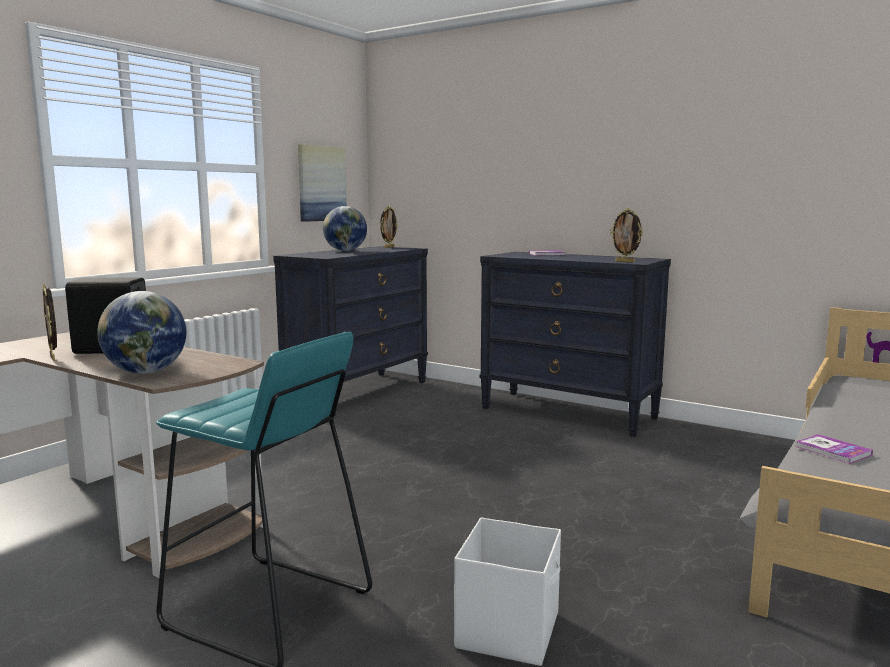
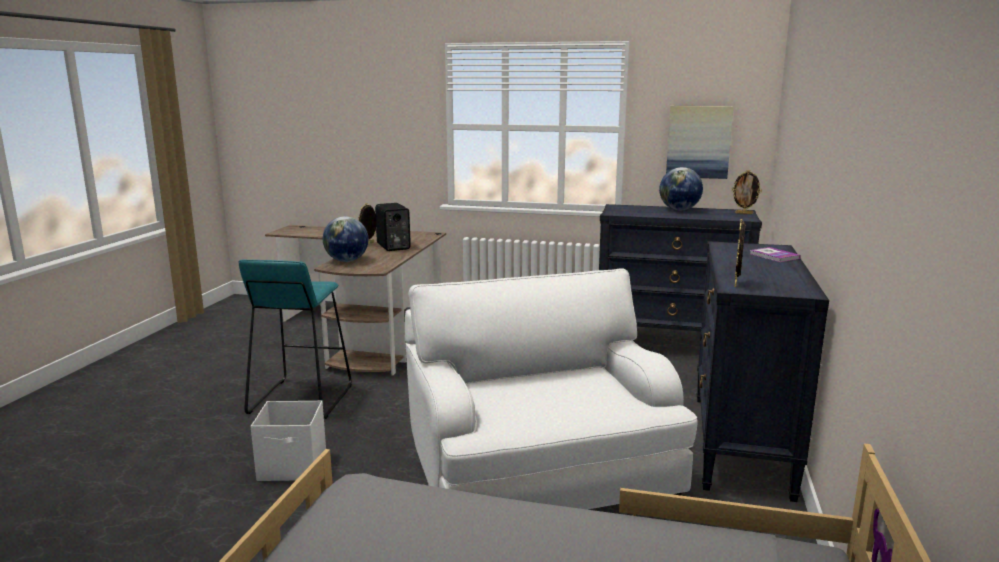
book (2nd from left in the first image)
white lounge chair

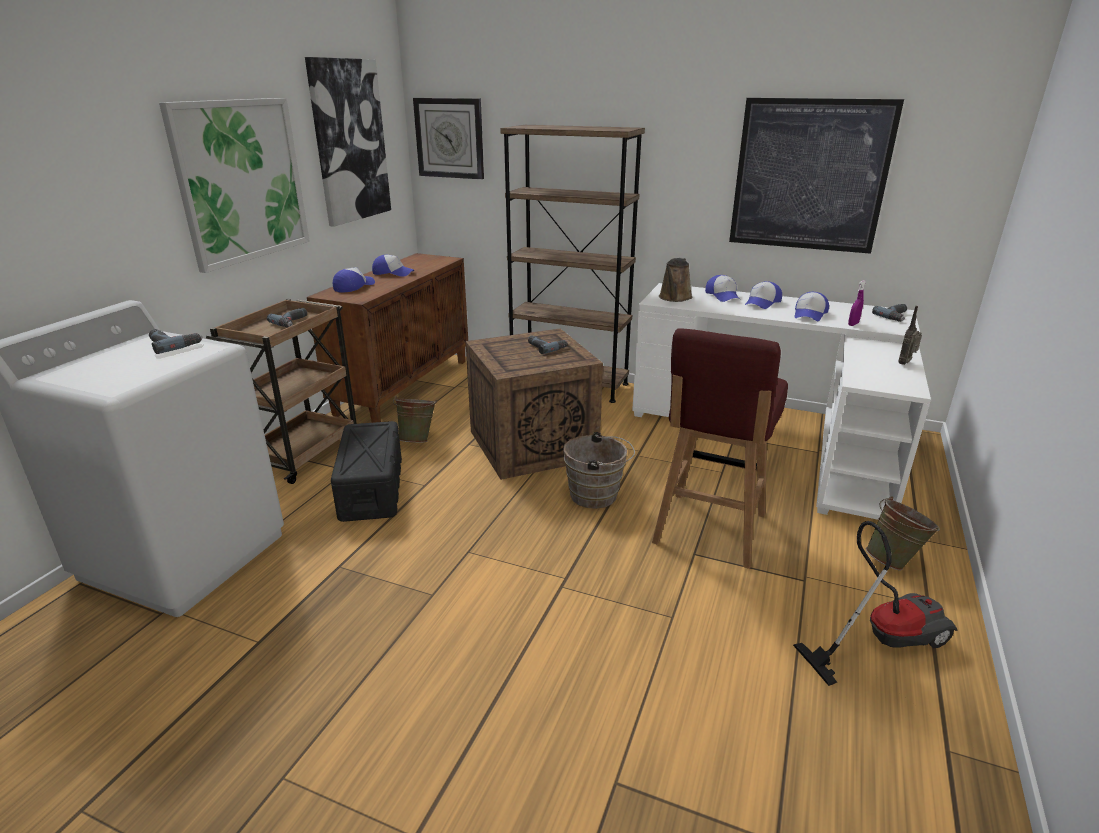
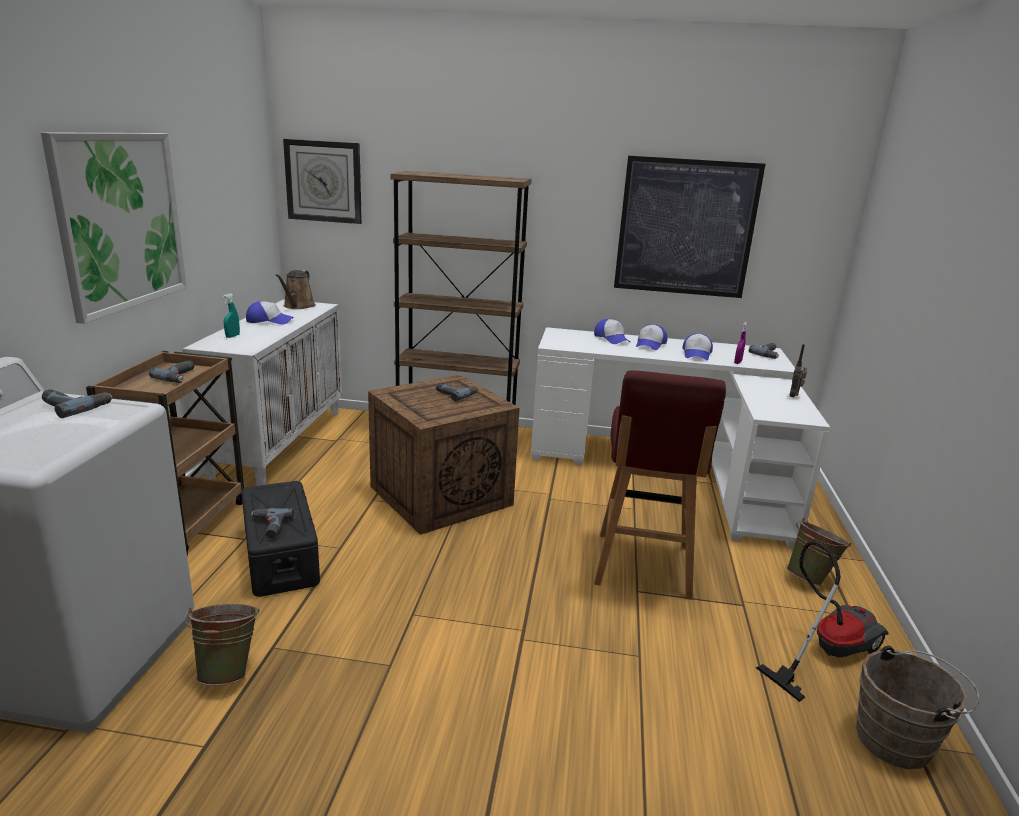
wall art (2nd from left in the first image)
white cabinet
turquoise-coloured sprayer
green water bucket (1st from left)
brownish water bucket
brownish watering can
power drill (3rd from left)

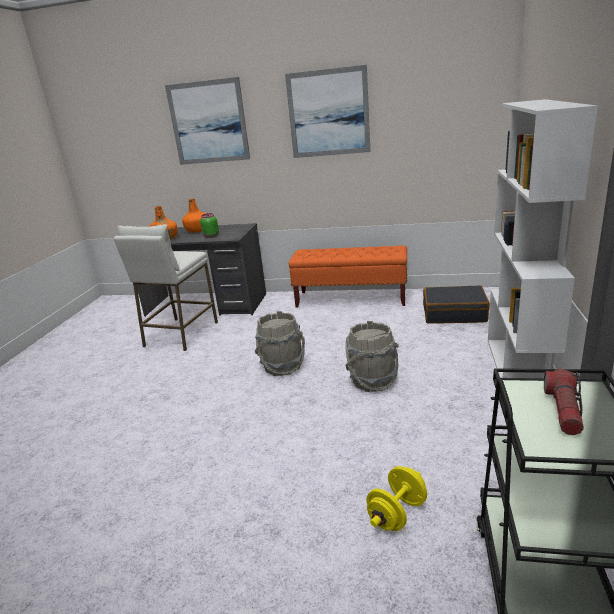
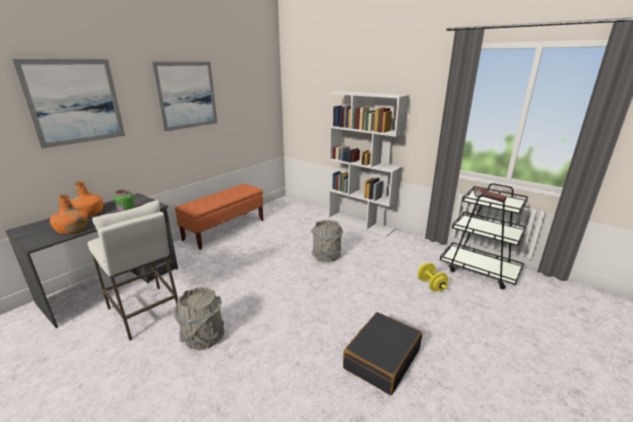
grey water bucket (1st from left)
black piece of luggage

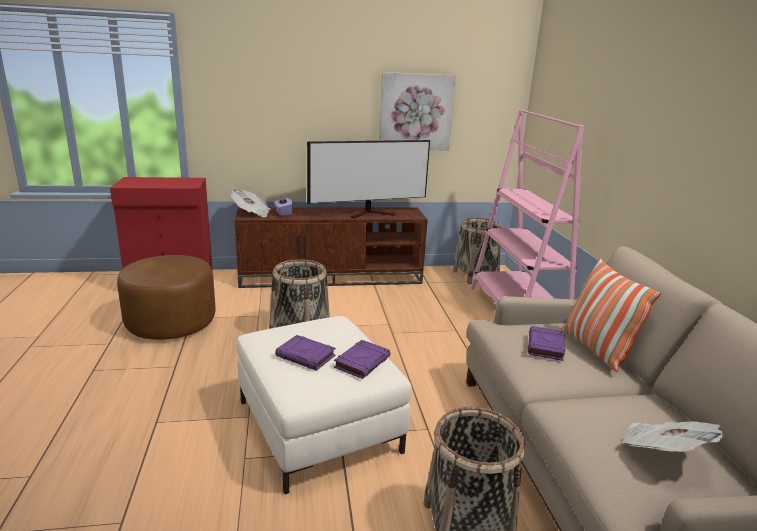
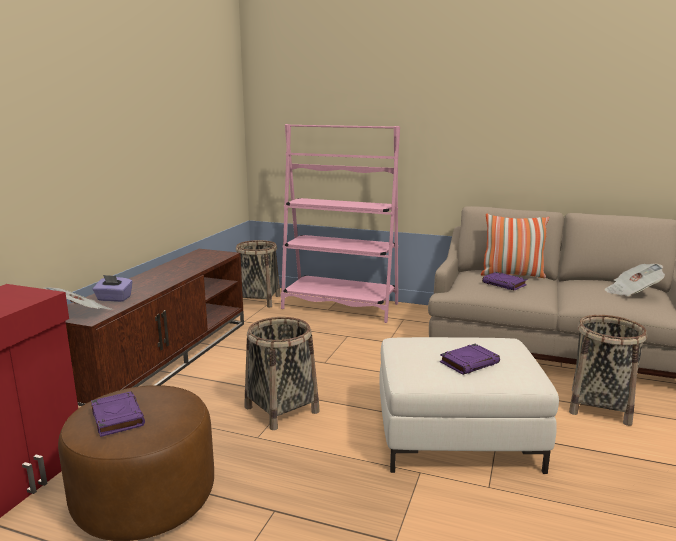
television
purplish book (1st from left)
wall art

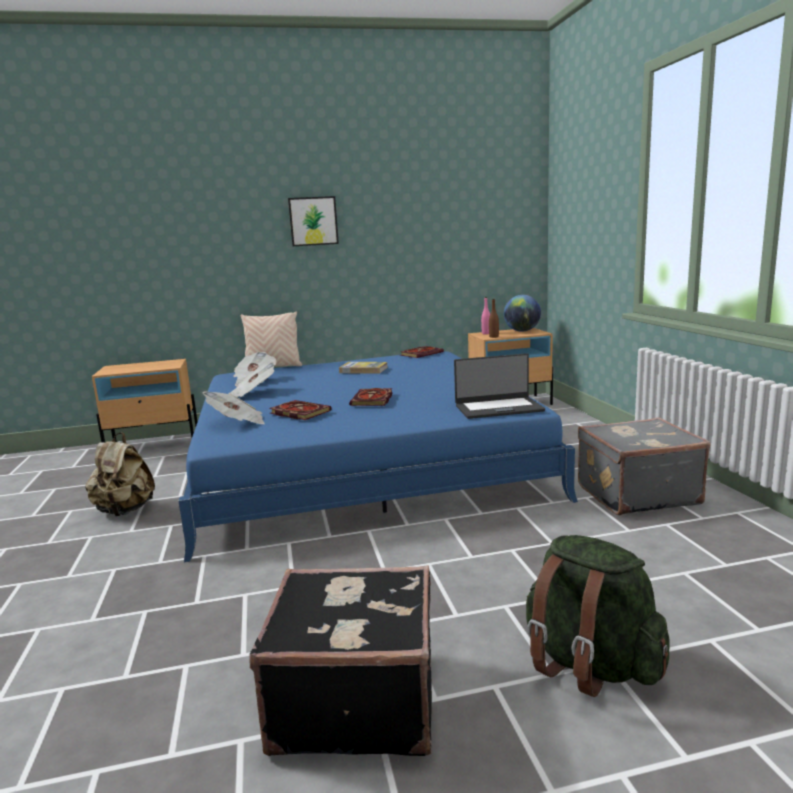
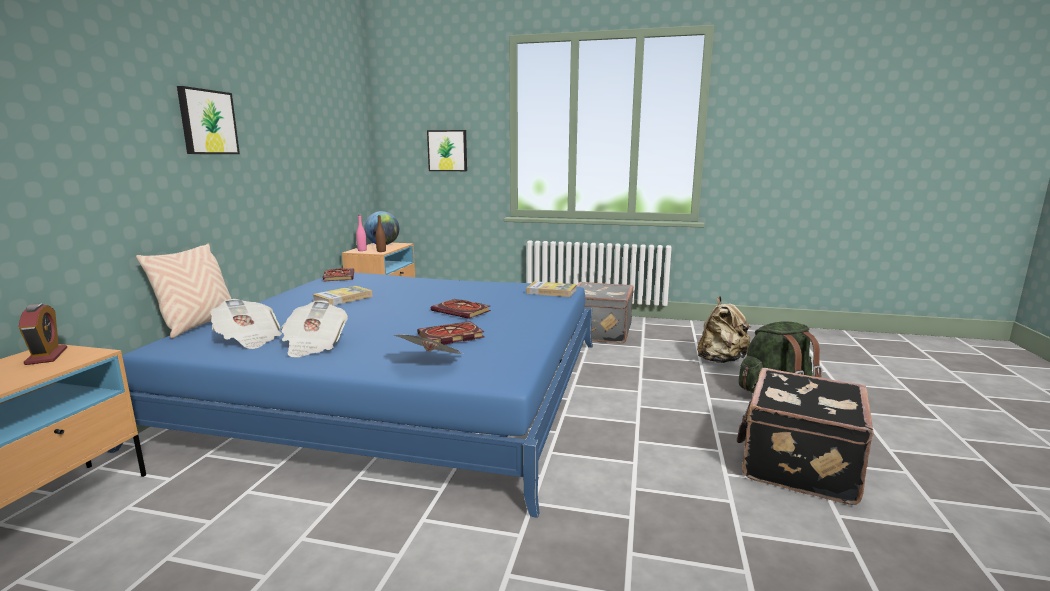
sand-coloured rucksack
book (5th from left)
table clock
wall art (2nd from left)

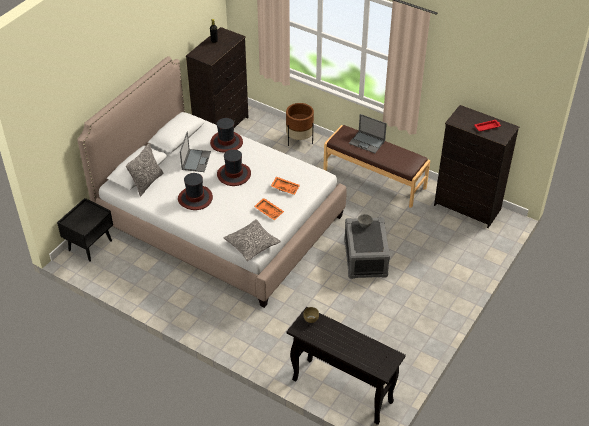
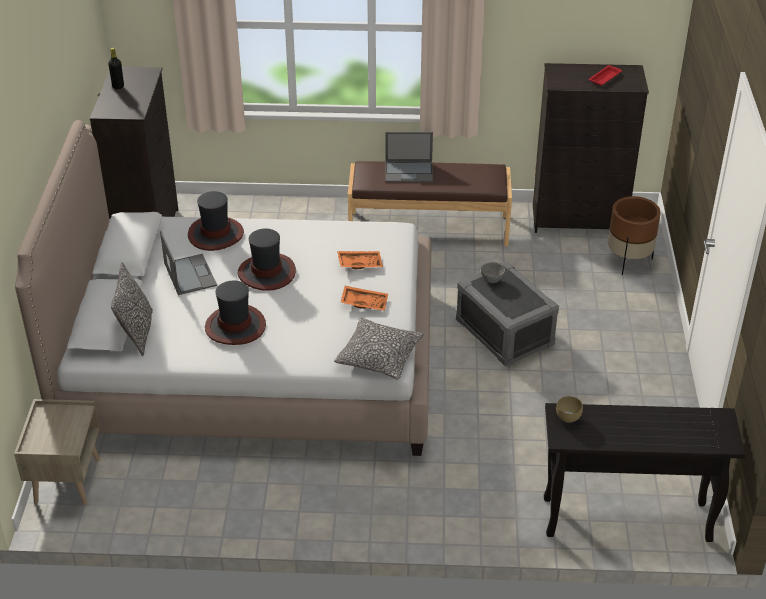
sand-coloured night table
brownish flower pot

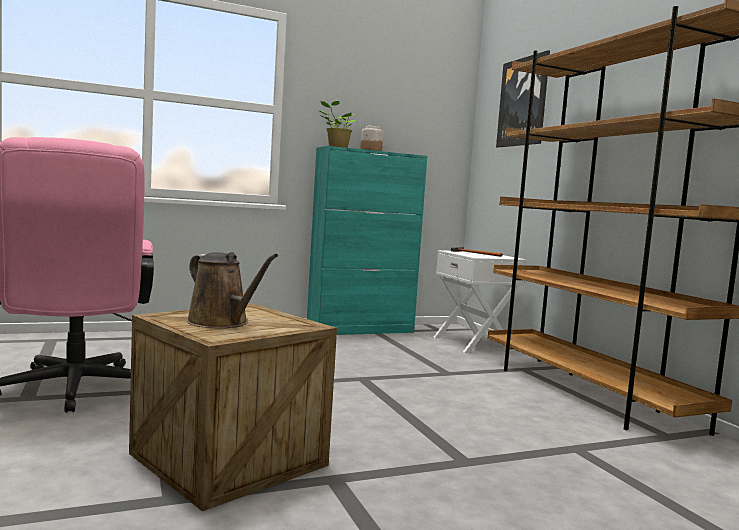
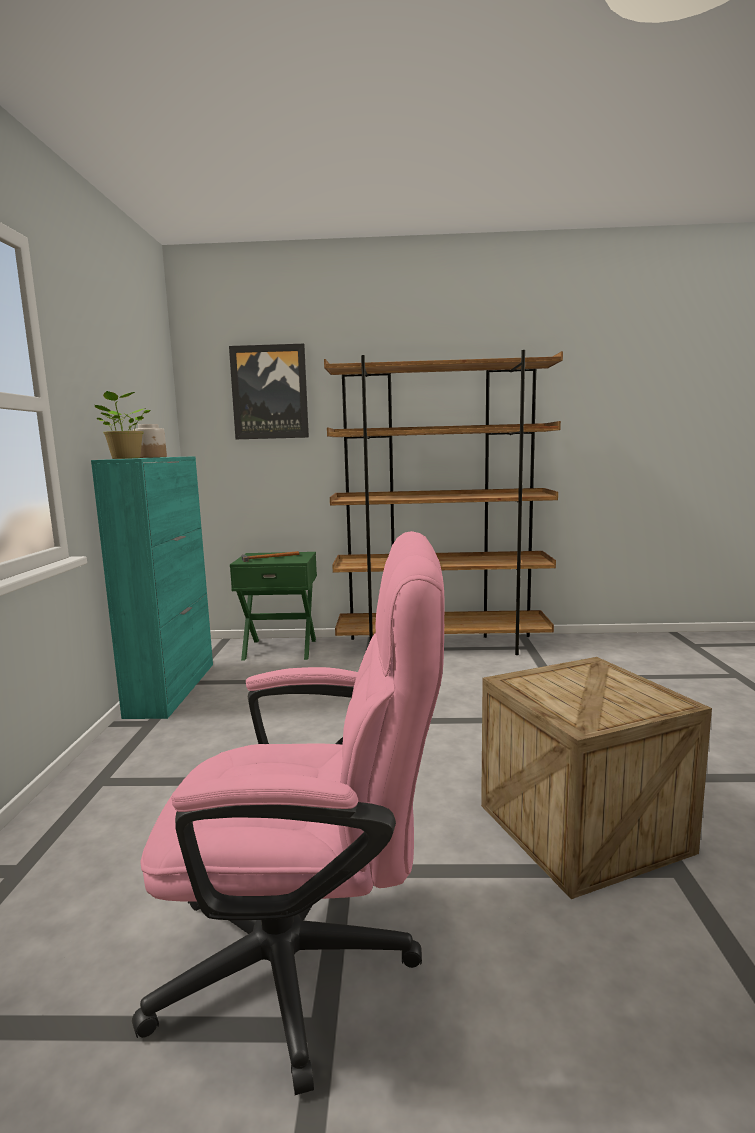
brownish watering can
green night table

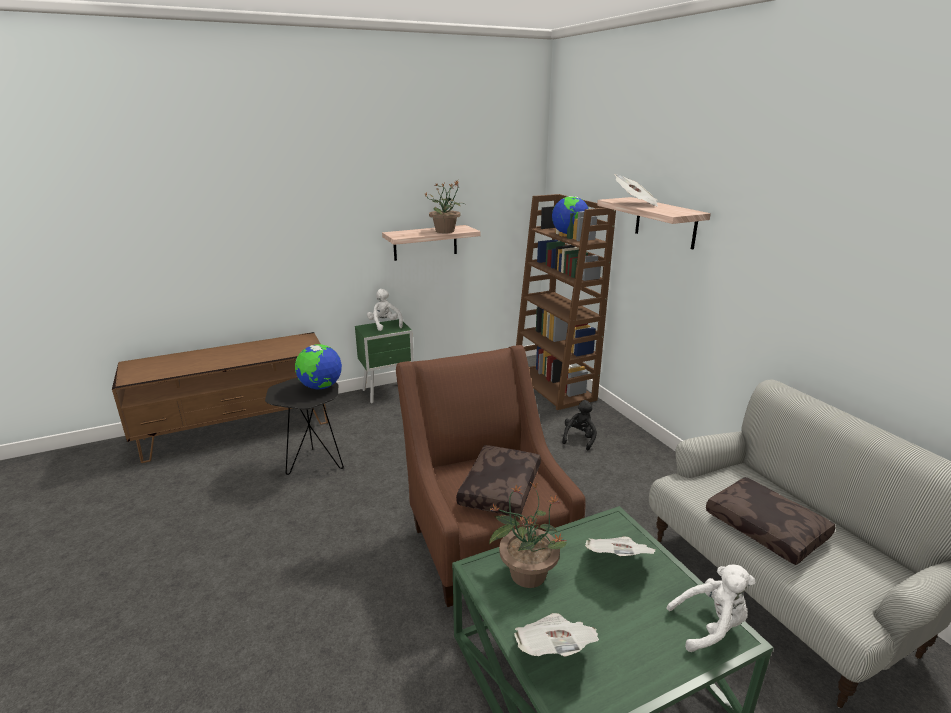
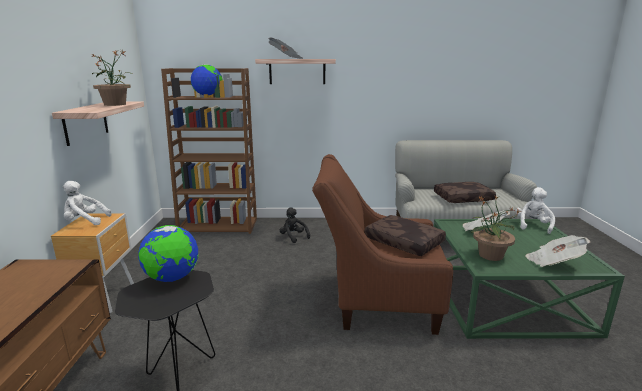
brownish night table

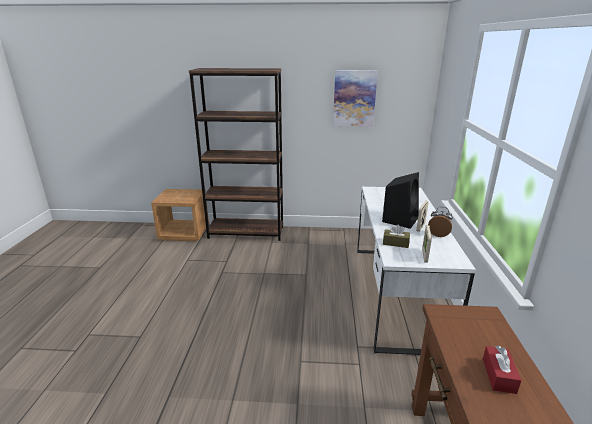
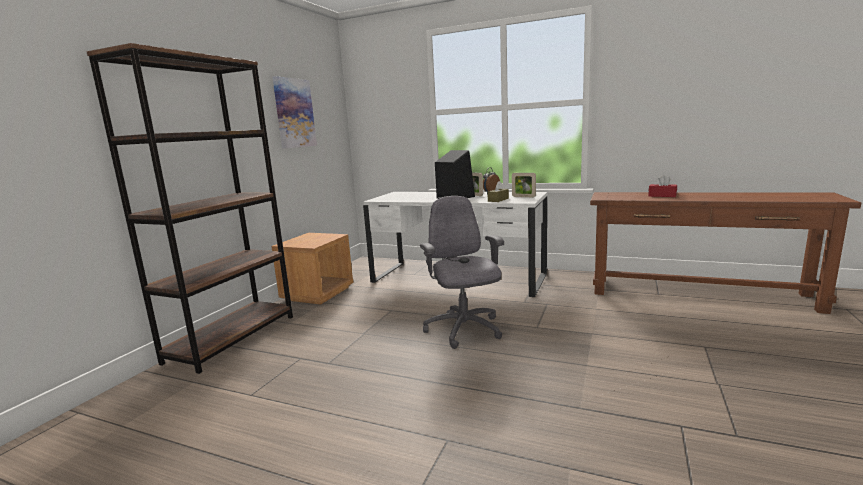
brownish night table
grey desk chair

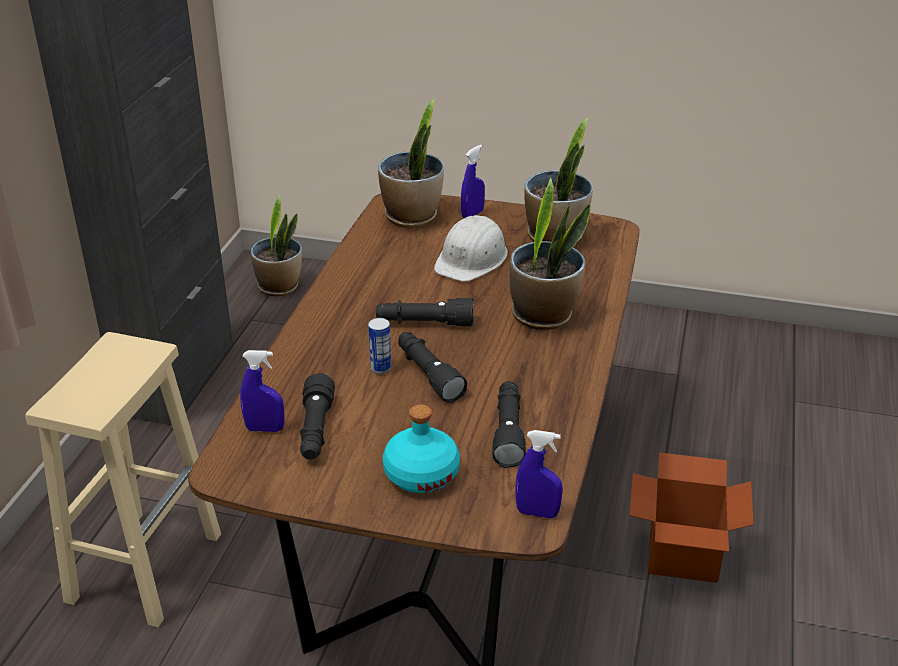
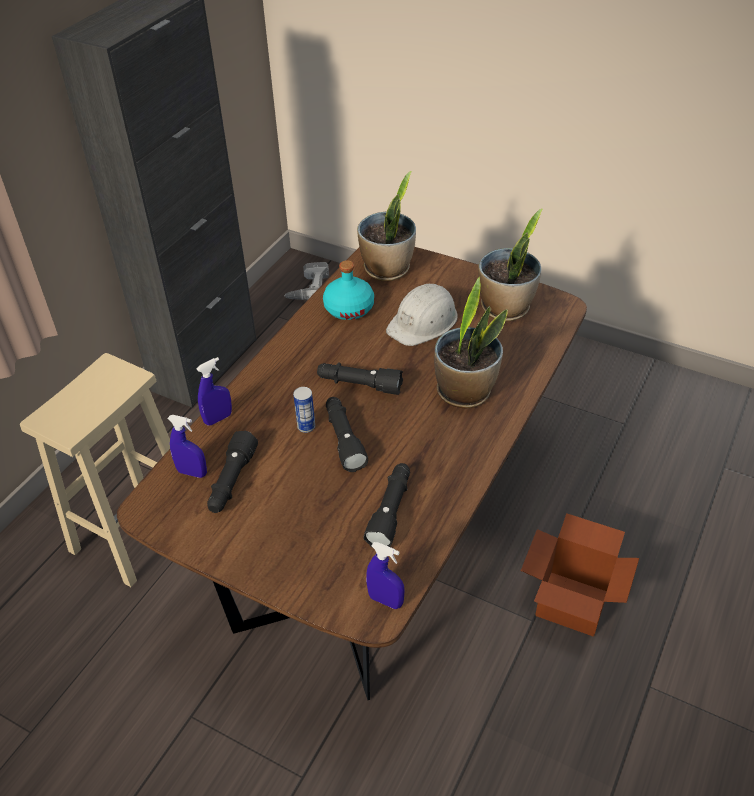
power drill
turquoise-coloured beverage bottle
blue sprayer (2nd from left)

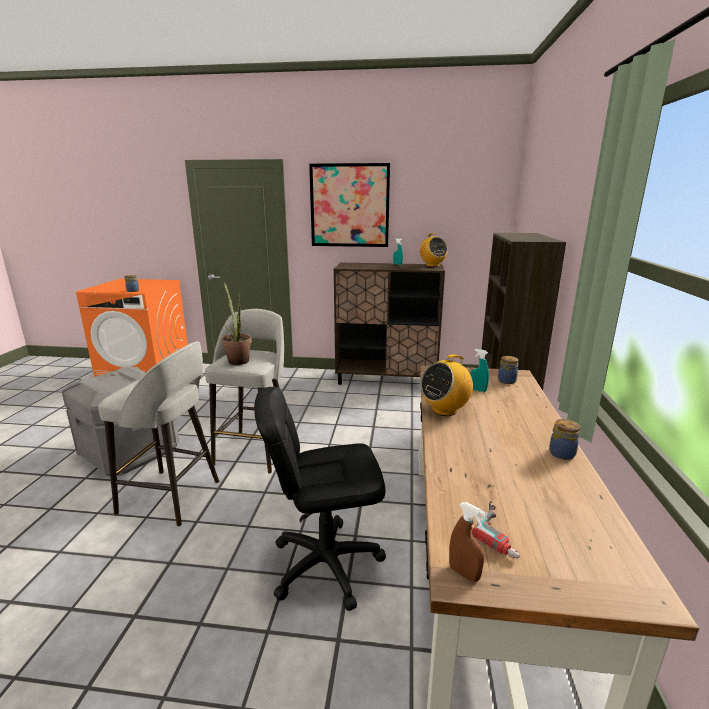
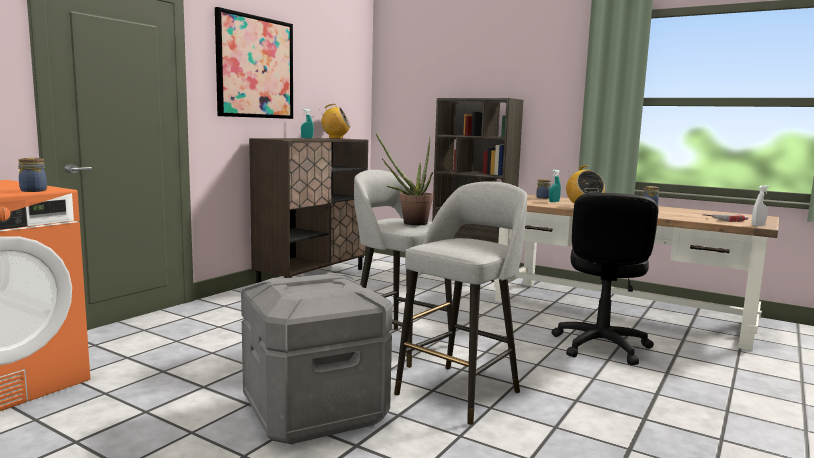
white sprayer

